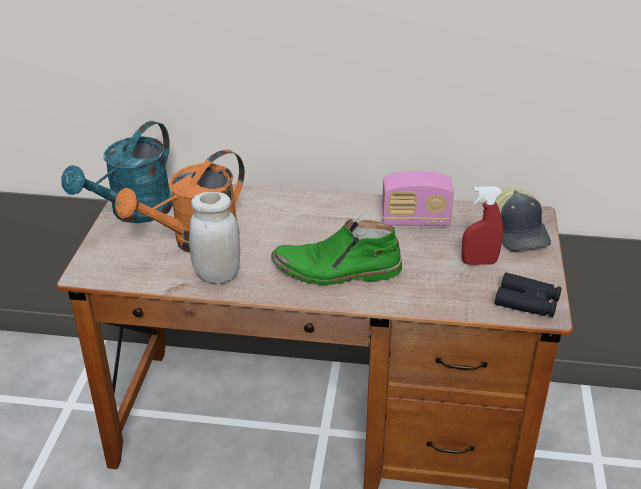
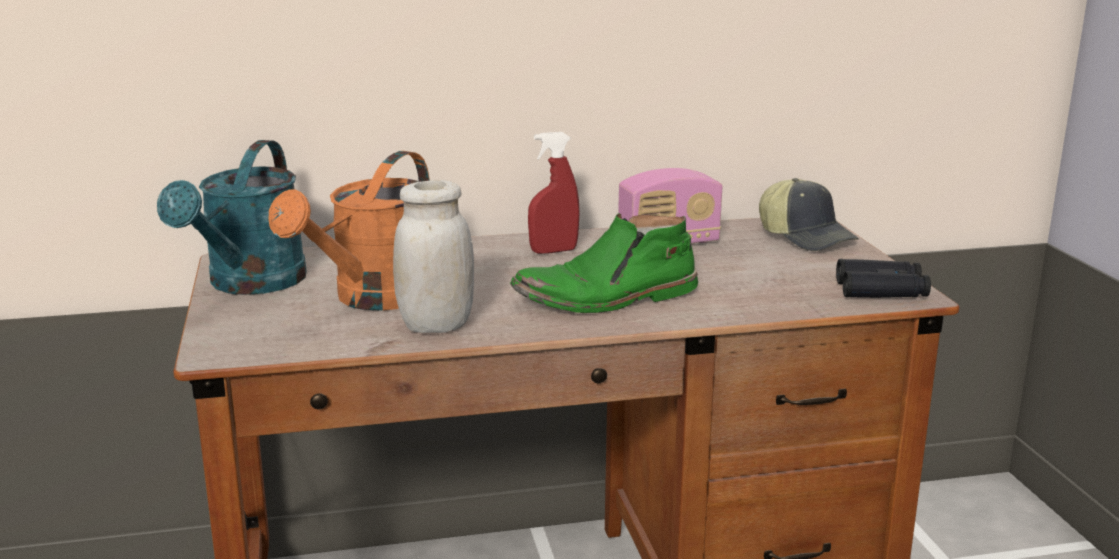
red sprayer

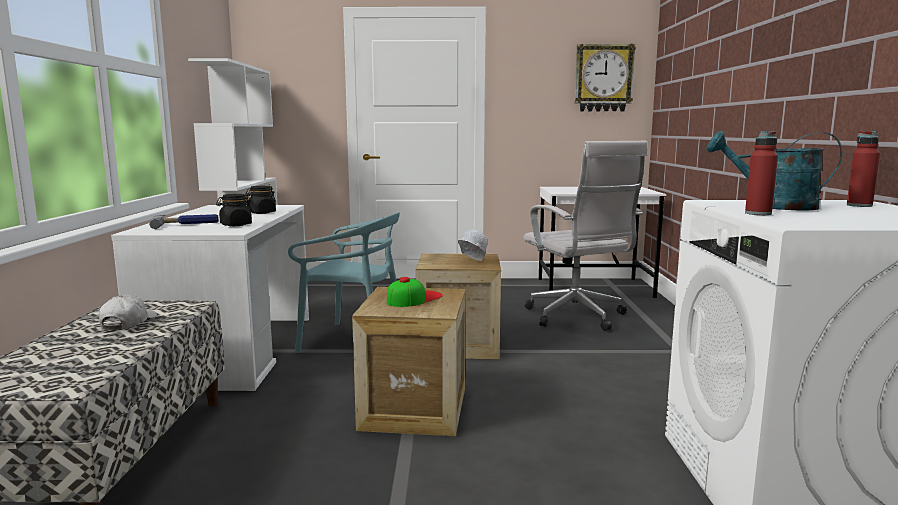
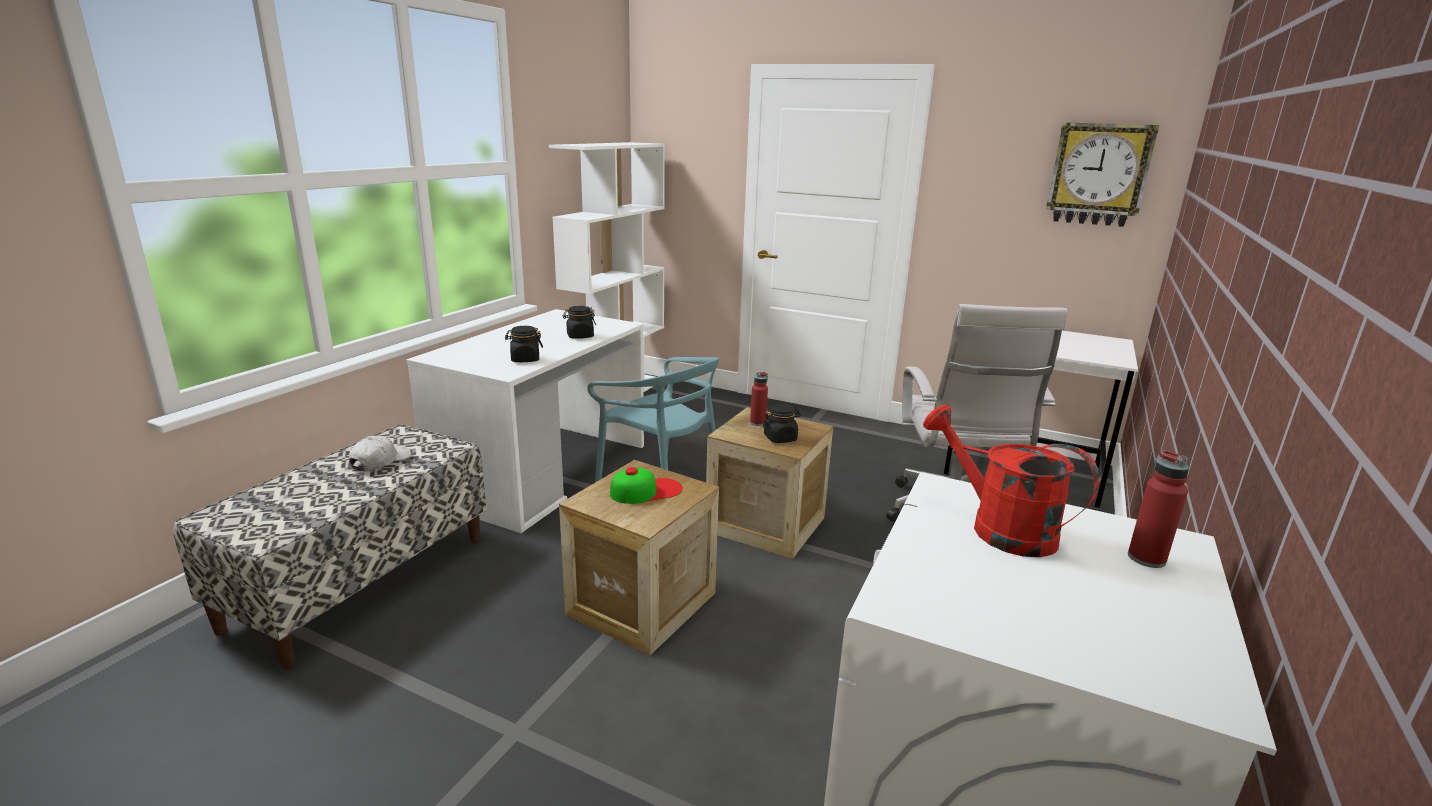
hammer
black storage jar (3rd from left)
red watering can
red beverage bottle (1st from left)

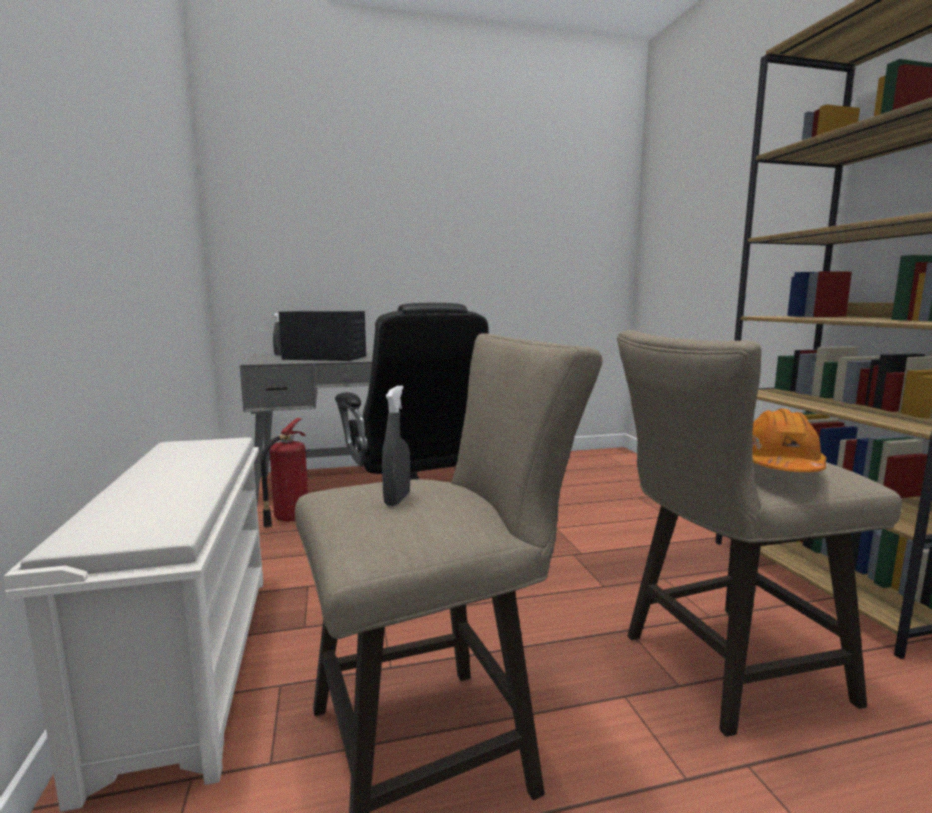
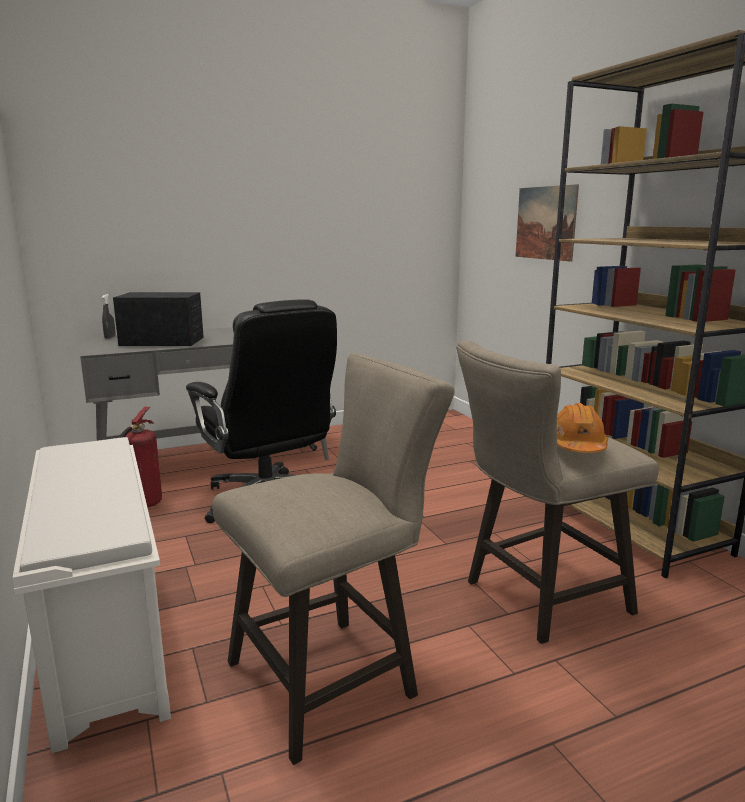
grey sprayer (2nd from left in the first image)
wall art

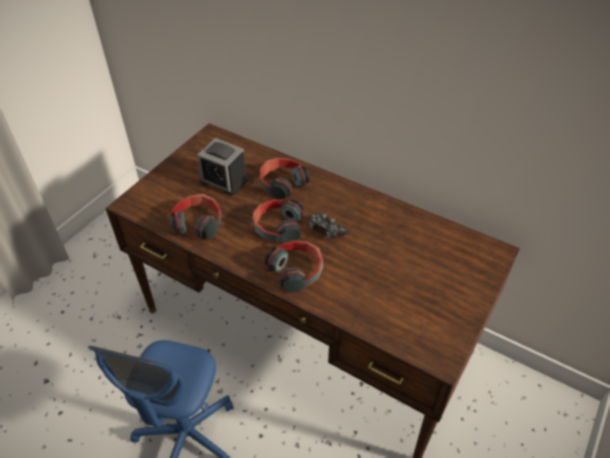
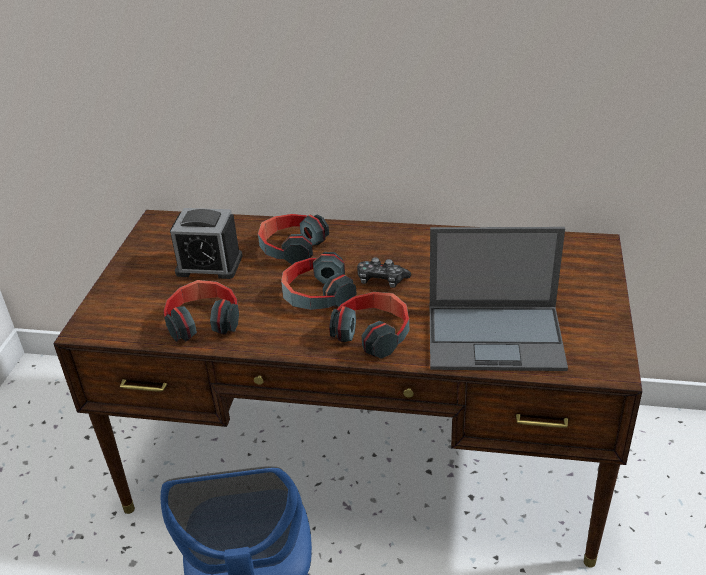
portable computer

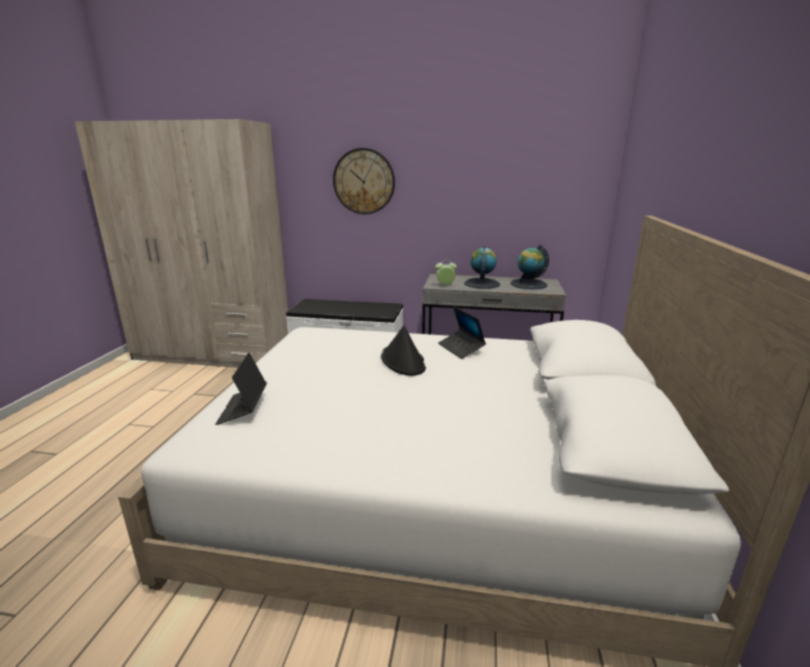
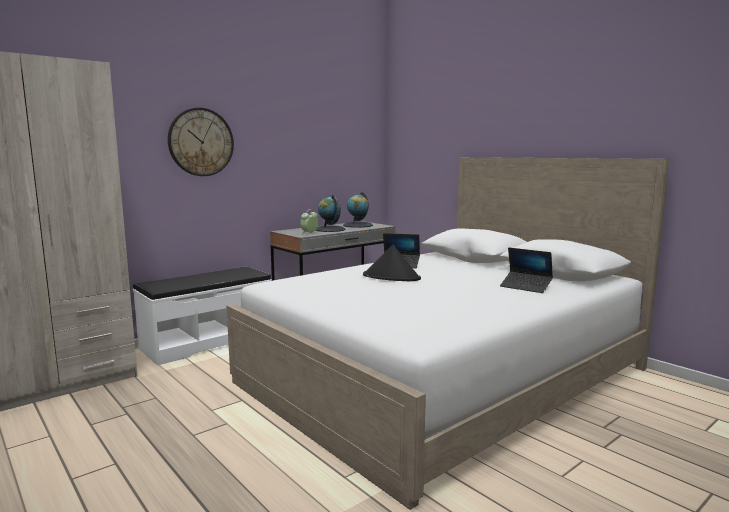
portable computer (2nd from left)

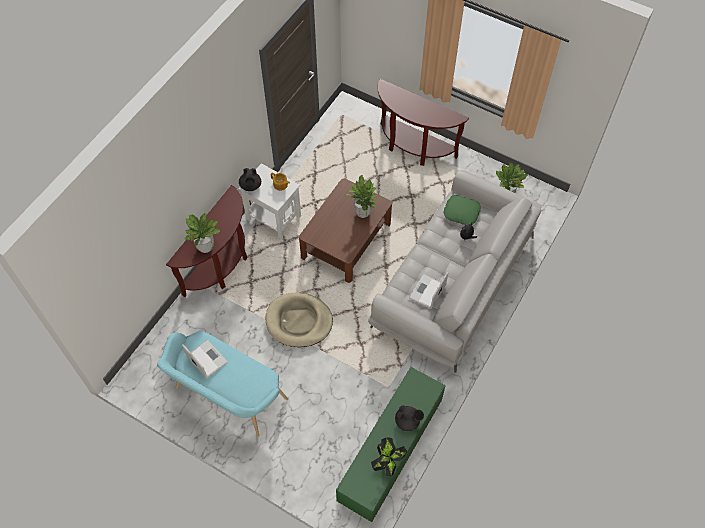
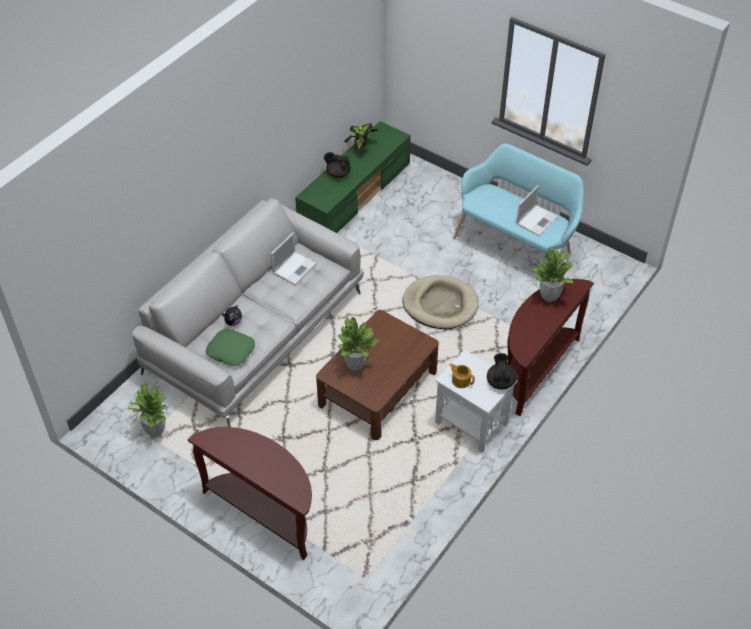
portable computer (2nd from left)

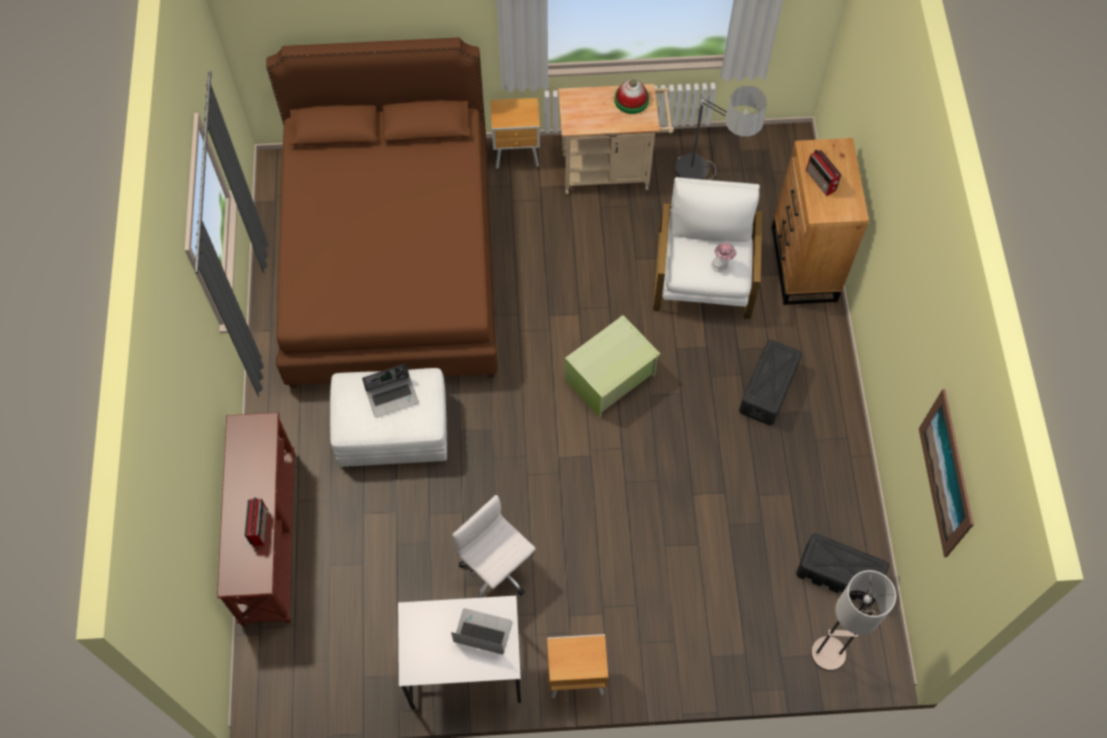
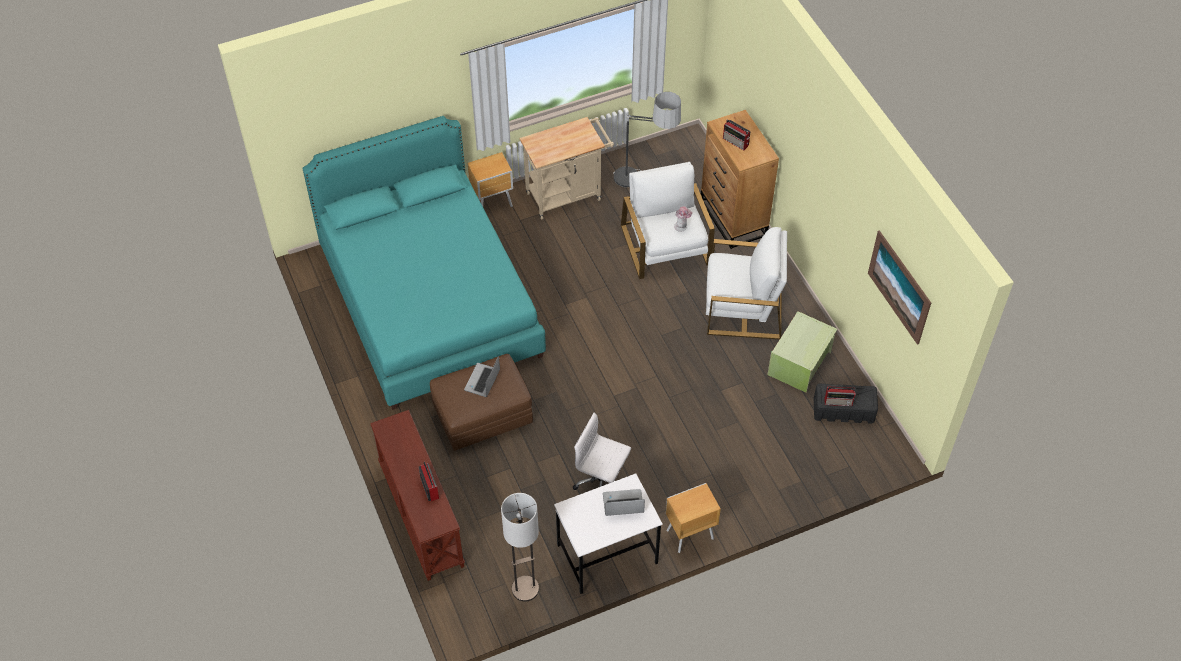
turquoise-coloured bed
brownish ottoman
portable computer (1st from left)
green storage container
clothing hat (1st from left in the first image)
white lounge chair (2nd from left)
standard lamp (1st from left)
radio receiver (3rd from left)

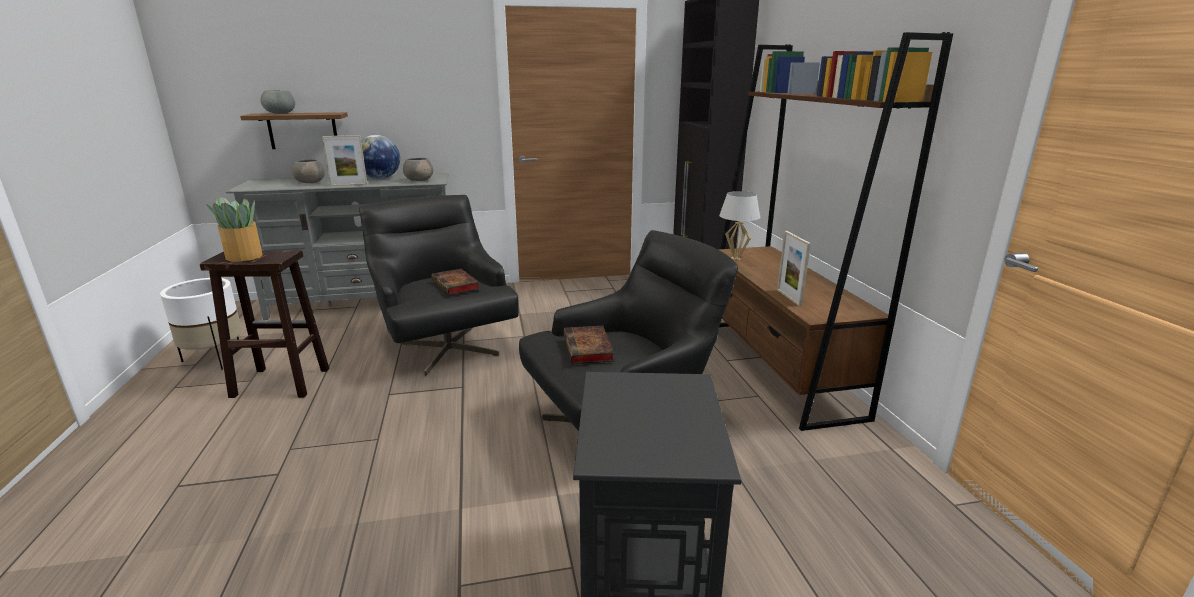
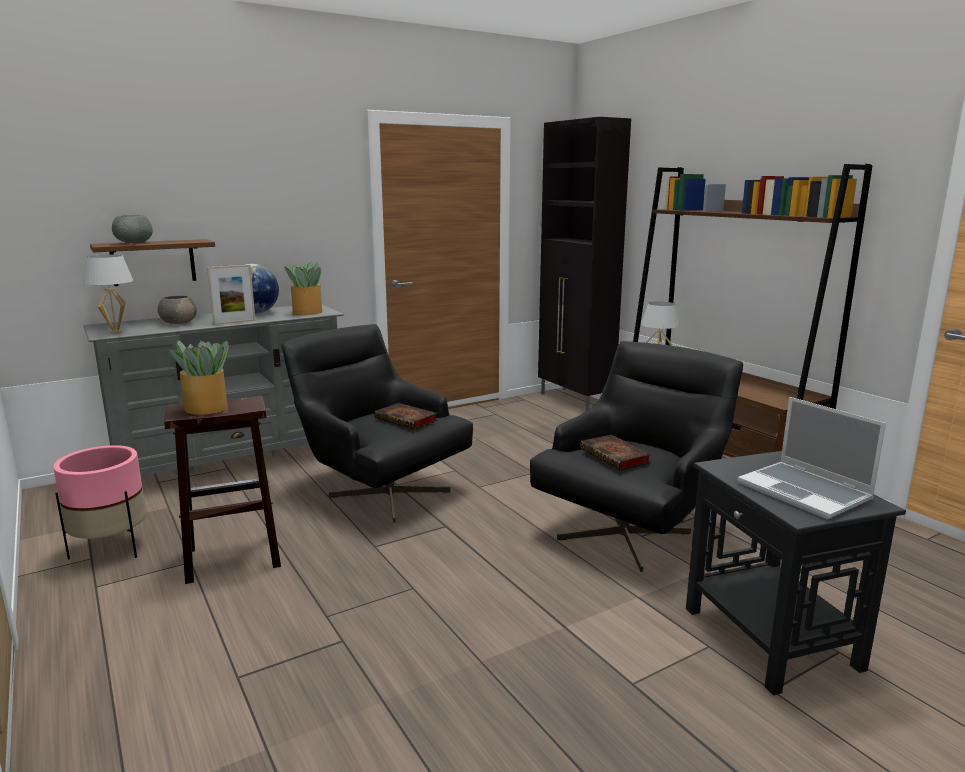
pinkish flower pot
plant in a pot (2nd from left)
photo frame (2nd from left in the first image)
white lamp for a table (1st from left)
portable computer

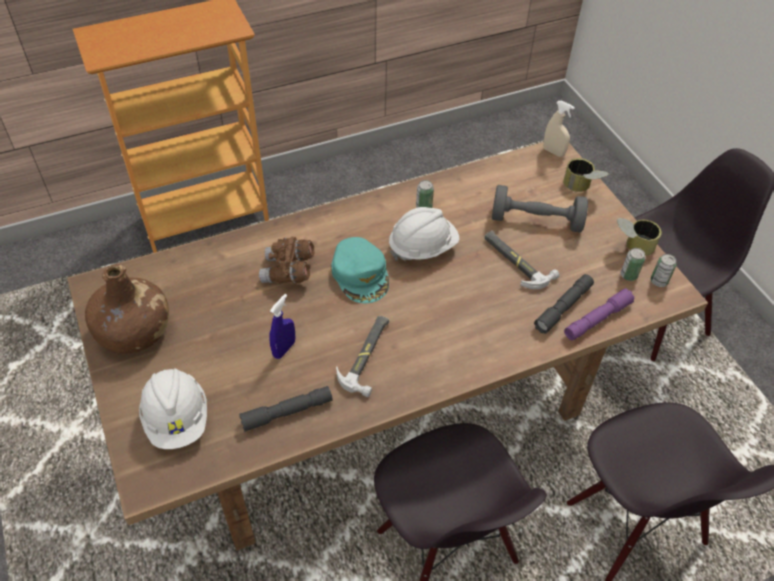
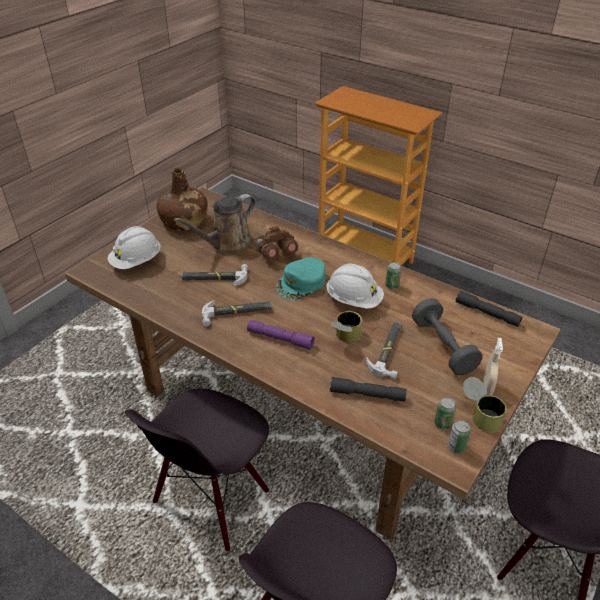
grey flashlight (2nd from left)
hammer (1st from left)
sand-coloured sprayer
metal can (1st from left)
purplish flashlight
brownish watering can

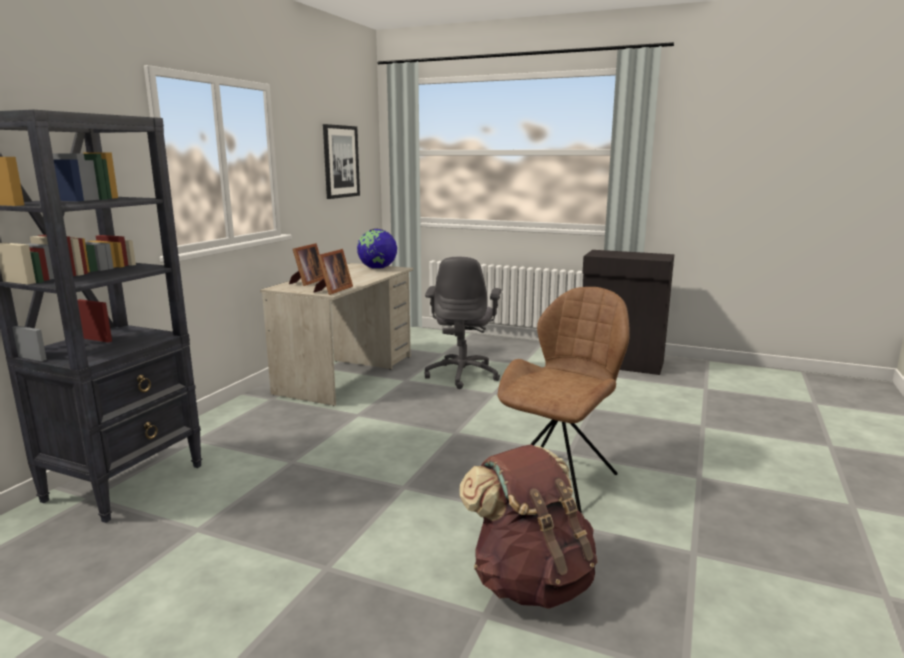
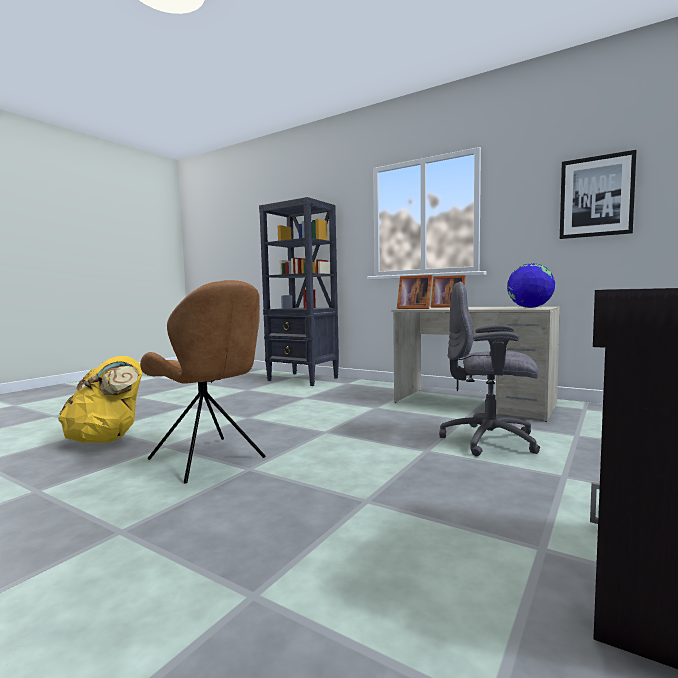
yellow rucksack

